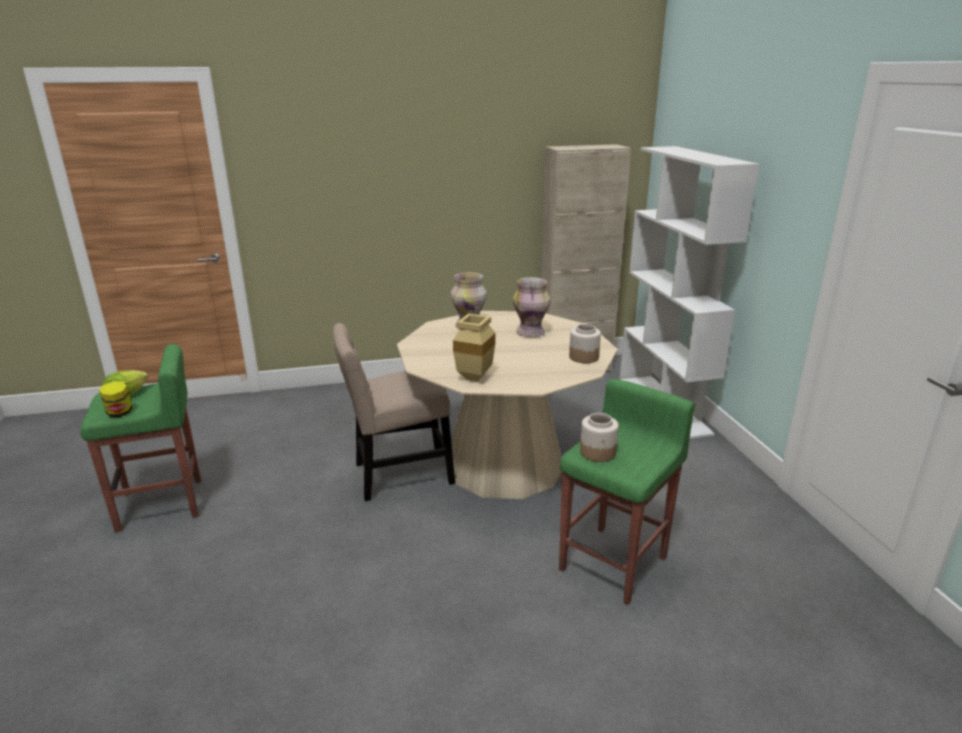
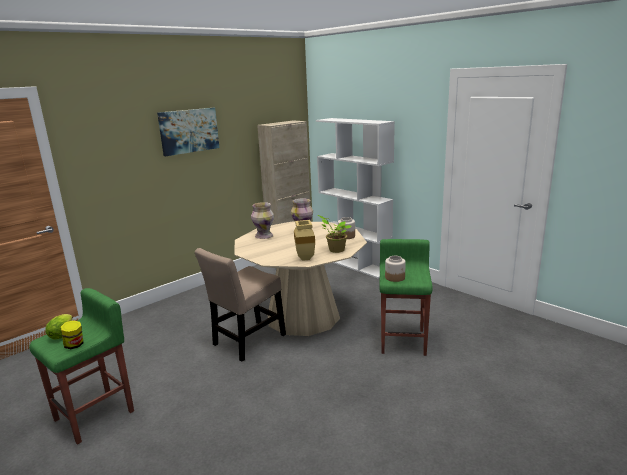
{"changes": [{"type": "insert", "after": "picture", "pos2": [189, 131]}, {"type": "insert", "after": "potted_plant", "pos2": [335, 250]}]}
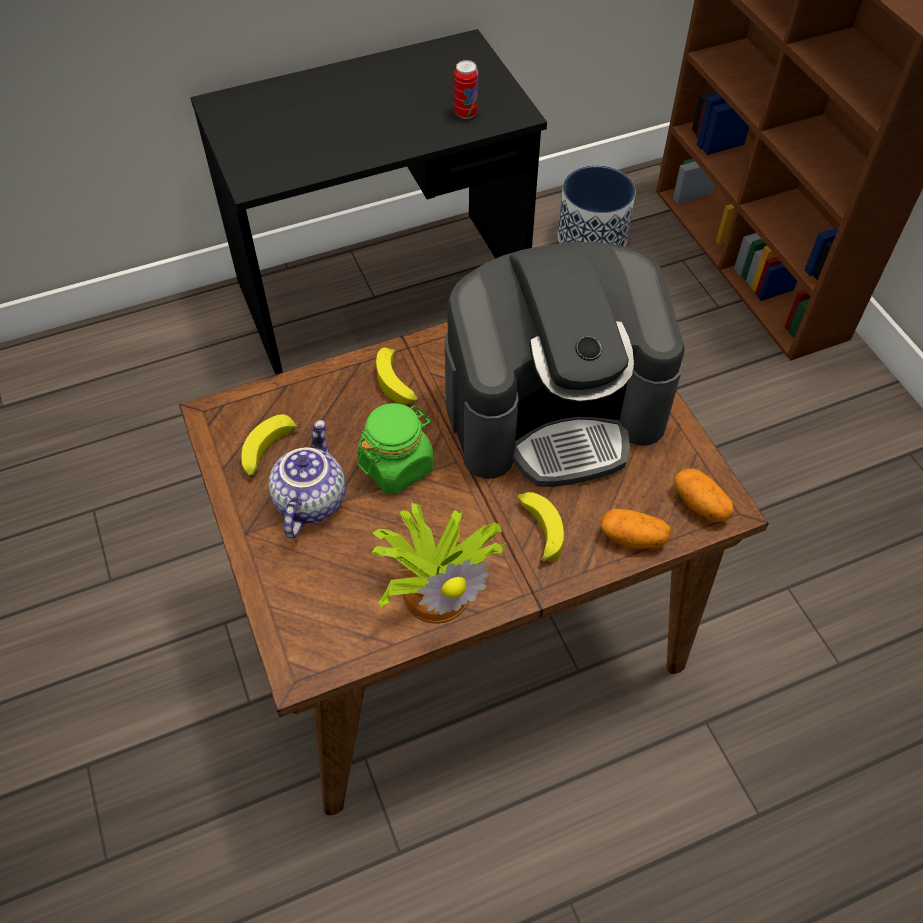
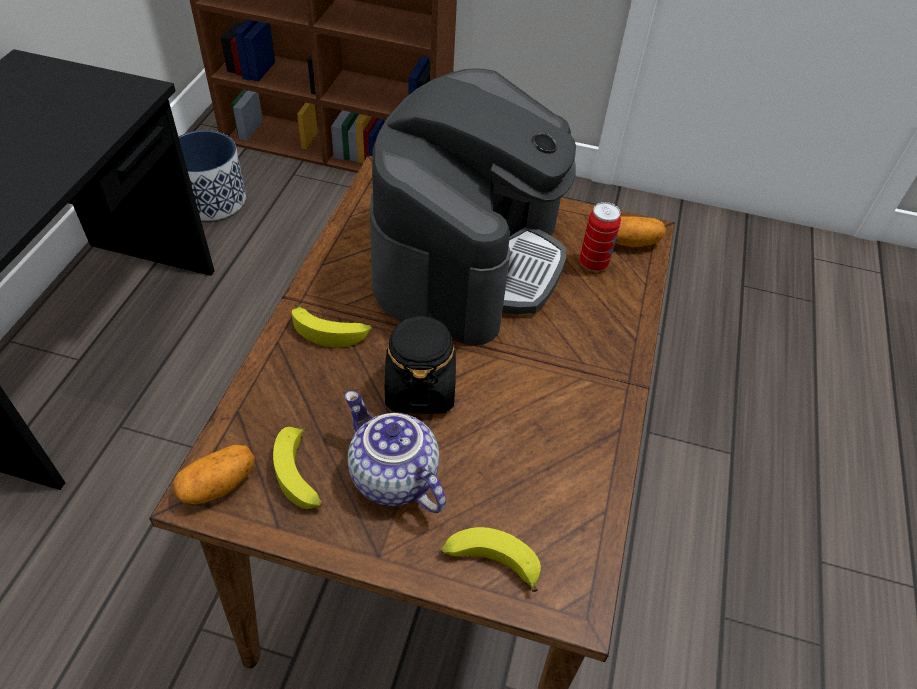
{"changes": [{"type": "recolor", "before": "green_jar", "after": "black_jar", "pos1": [397, 466], "pos2": [420, 388]}, {"type": "delete", "before": "potted_plant", "pos1": [437, 587]}, {"type": "move", "before": "can", "pos1": [466, 113], "pos2": [593, 263]}, {"type": "move", "before": "banana", "pos1": [538, 529], "pos2": [489, 563]}, {"type": "move", "before": "potato", "pos1": [633, 538], "pos2": [219, 484]}]}
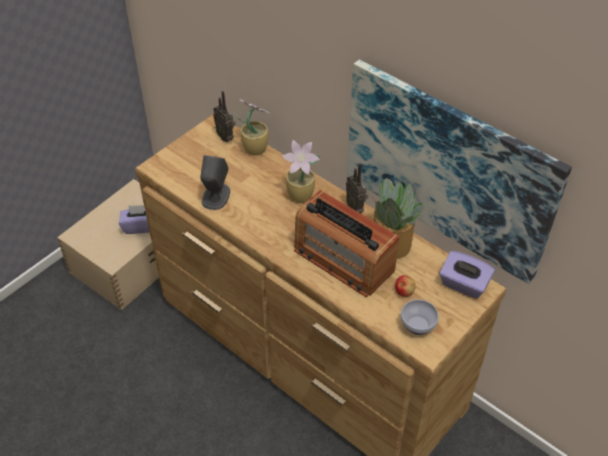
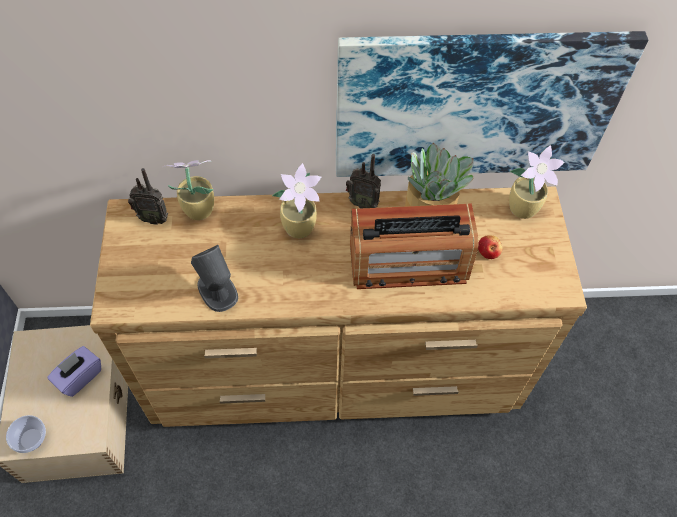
{"changes": [{"type": "move", "before": "bowl", "pos1": [418, 326], "pos2": [32, 439]}, {"type": "replace", "before": "purple_tissue_box", "after": "potted_plant", "pos1": [463, 284], "pos2": [524, 208]}]}
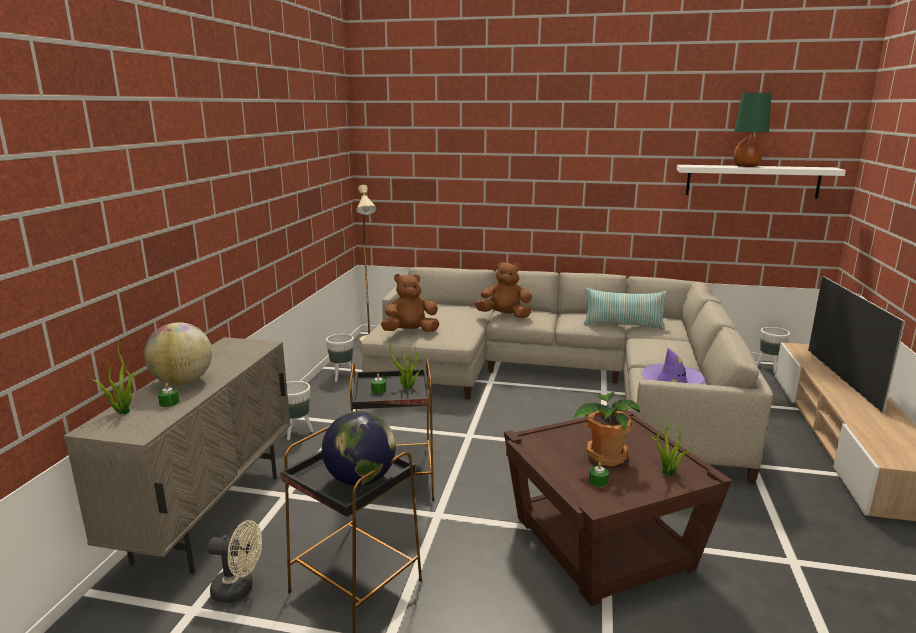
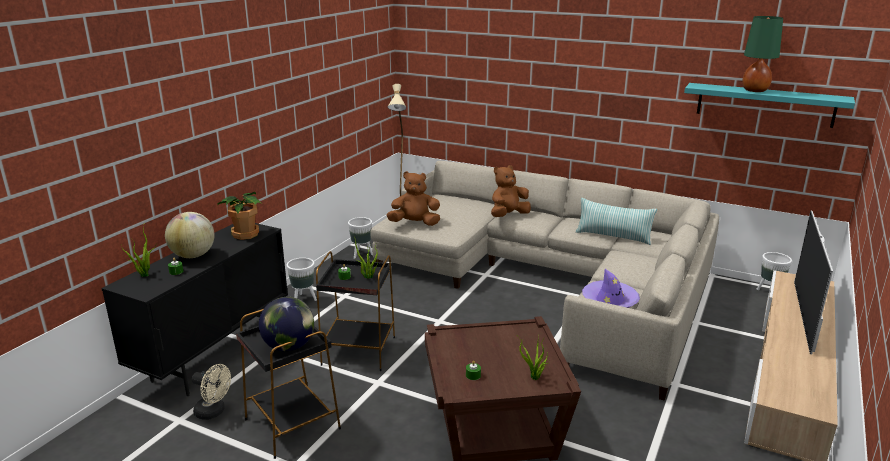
{"changes": [{"type": "recolor", "before": "beige_cabinet", "after": "black_cabinet", "pos1": [211, 516], "pos2": [215, 357]}, {"type": "rotate", "before": "brown_plush_toy", "pos1": [504, 316], "pos2": [508, 215], "turn": -60}, {"type": "move", "before": "potted_plant", "pos1": [604, 456], "pos2": [245, 234]}, {"type": "recolor", "before": "white_shelf", "after": "turquoise_shelf", "pos1": [752, 181], "pos2": [765, 104]}]}
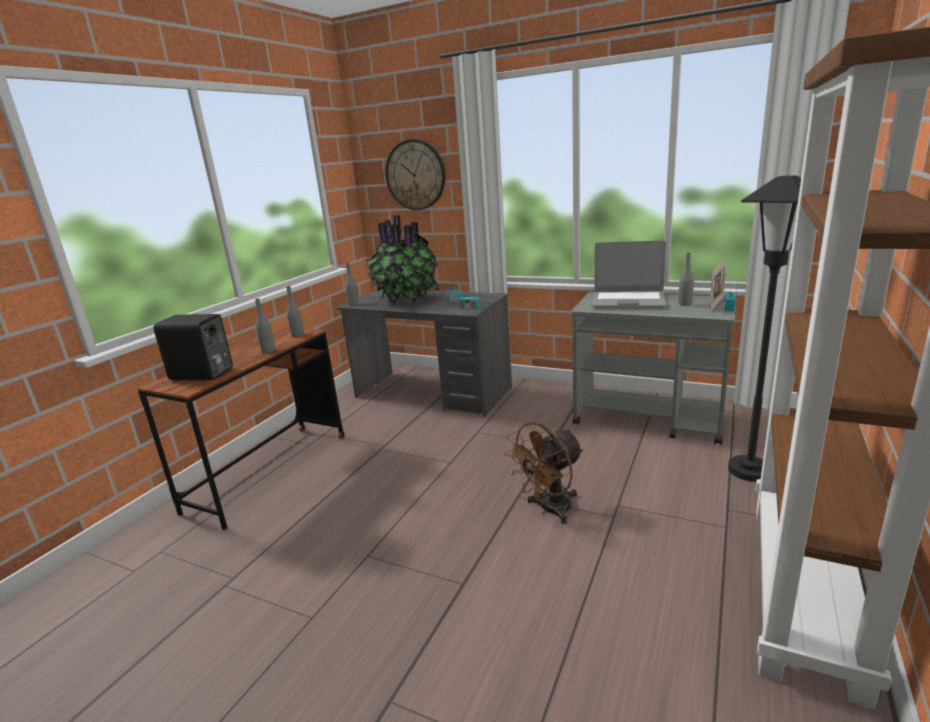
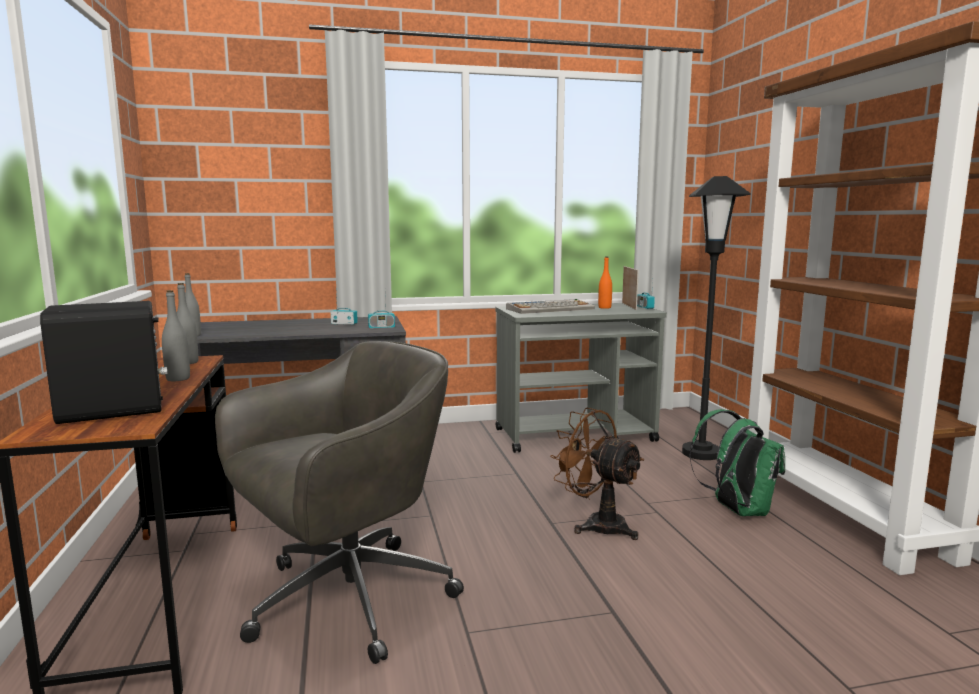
{"changes": [{"type": "delete", "before": "potted_plant", "pos1": [405, 300]}, {"type": "delete", "before": "wall_clock", "pos1": [415, 175]}, {"type": "rotate", "before": "brown_fan", "pos1": [549, 510], "pos2": [597, 524], "turn": 120}, {"type": "replace", "before": "laptop", "after": "keyboard", "pos1": [628, 301], "pos2": [550, 309]}, {"type": "recolor", "before": "grey_bottle", "after": "orange_bottle", "pos1": [685, 304], "pos2": [604, 307]}, {"type": "insert", "after": "grey_office_chair", "pos2": [345, 601]}, {"type": "insert", "after": "green_backpack", "pos2": [736, 510]}]}
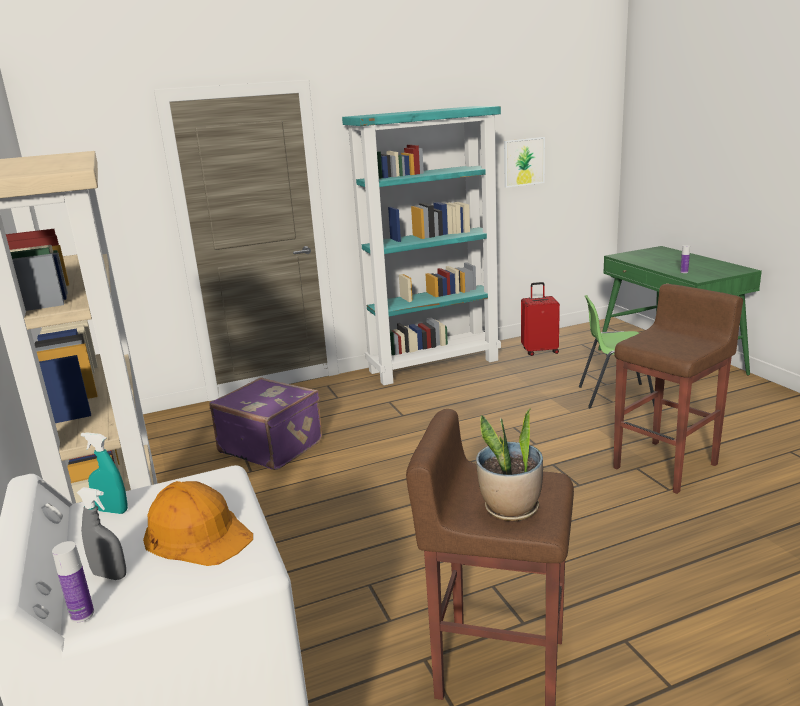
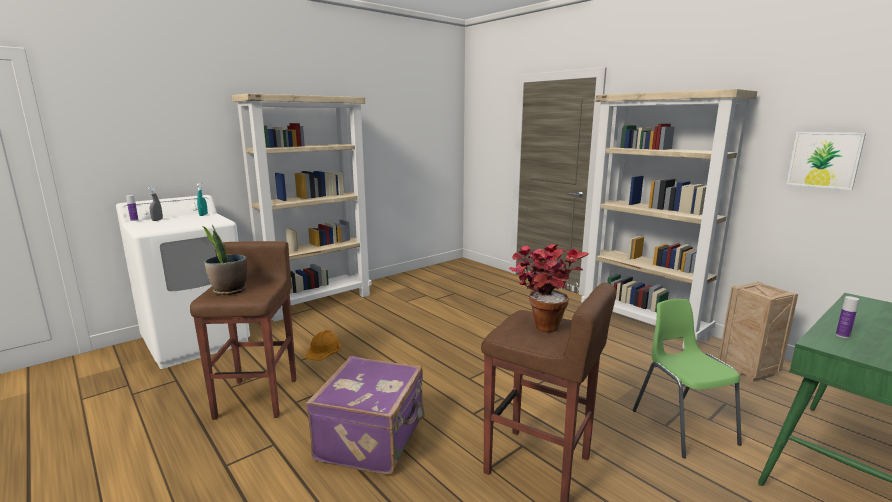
{"changes": [{"type": "move", "before": "orange_hard_hat", "pos1": [197, 533], "pos2": [323, 350]}, {"type": "move", "before": "purple_suitcase", "pos1": [272, 446], "pos2": [373, 439]}, {"type": "recolor", "before": "turquoise_bookcase", "after": "beige_bookcase", "pos1": [434, 365], "pos2": [643, 325]}, {"type": "replace", "before": "red_suitcase", "after": "crate", "pos1": [539, 351], "pos2": [749, 371]}, {"type": "insert", "after": "potted_plant", "pos2": [541, 324]}]}
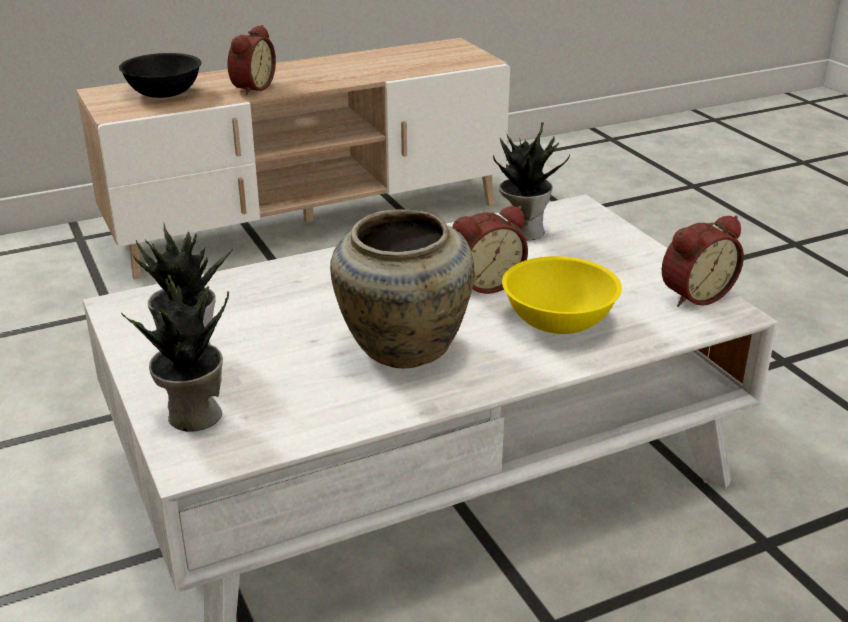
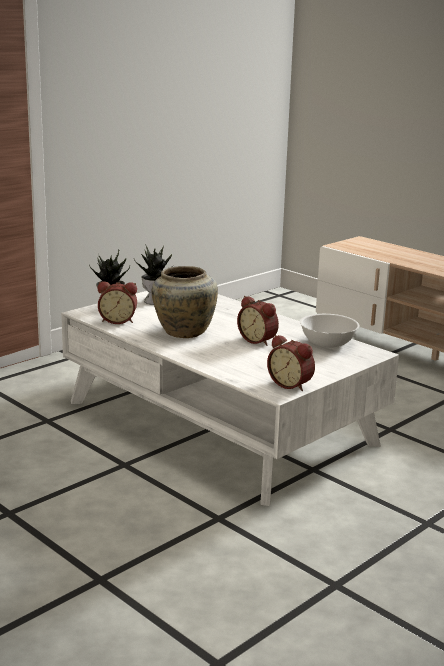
{"changes": [{"type": "delete", "before": "black_bowl", "pos1": [163, 93]}, {"type": "move", "before": "alarm_clock", "pos1": [251, 88], "pos2": [118, 320]}, {"type": "replace", "before": "potted_plant", "after": "white_bowl", "pos1": [523, 231], "pos2": [328, 343]}, {"type": "delete", "before": "yellow_bowl", "pos1": [558, 320]}]}
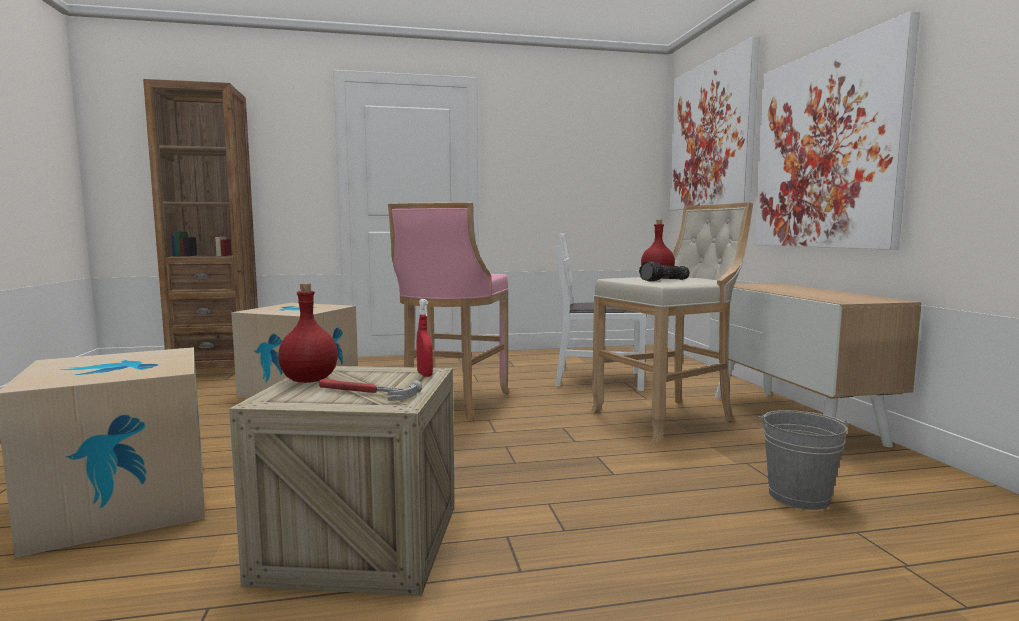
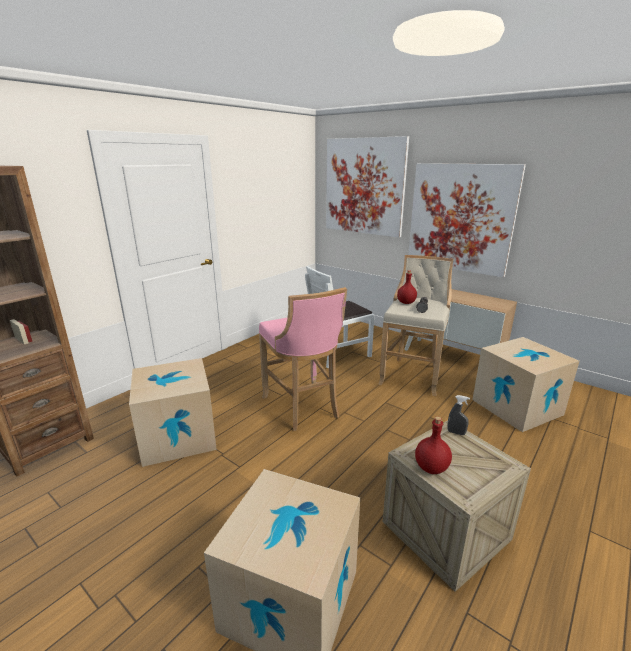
{"changes": [{"type": "delete", "before": "hammer", "pos1": [365, 393]}, {"type": "recolor", "before": "red_spray_bottle", "after": "grey_spray_bottle", "pos1": [424, 374], "pos2": [456, 433]}, {"type": "replace", "before": "grey_bucket", "after": "cardboard_box", "pos1": [799, 496], "pos2": [516, 407]}]}
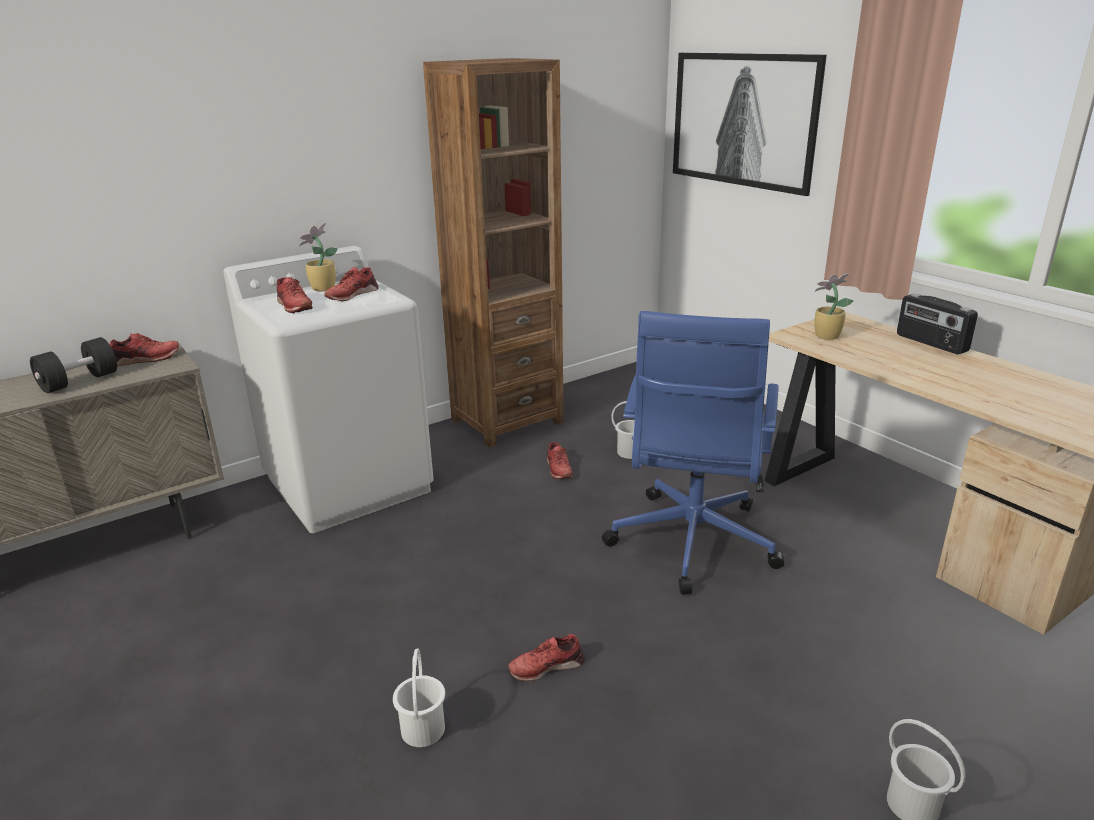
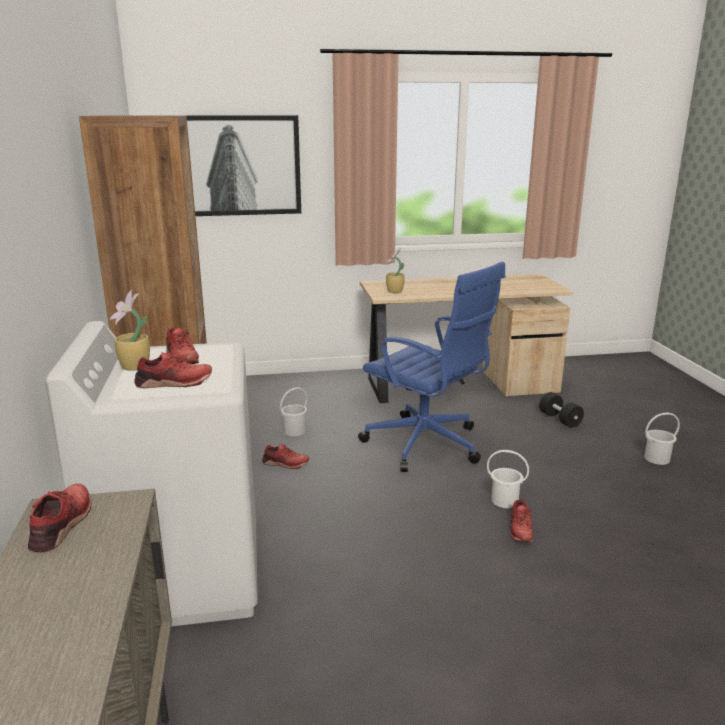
{"changes": [{"type": "move", "before": "black_dumbbell", "pos1": [79, 382], "pos2": [559, 419]}, {"type": "move", "before": "white_bucket", "pos1": [422, 729], "pos2": [505, 501]}, {"type": "delete", "before": "radio", "pos1": [930, 343]}]}
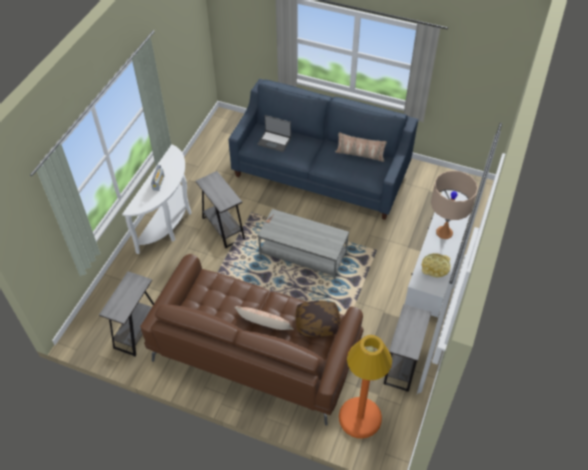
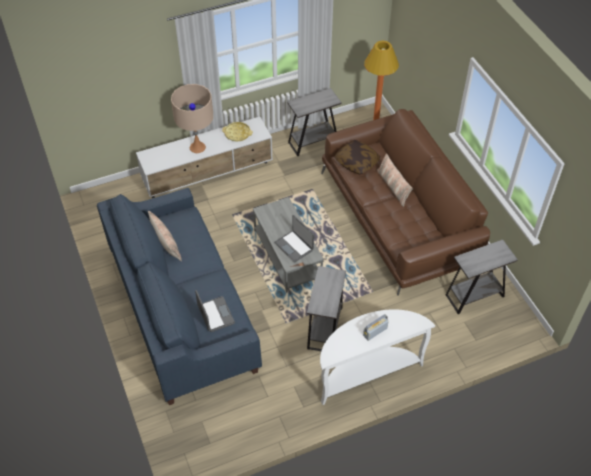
{"changes": [{"type": "insert", "after": "laptop", "pos2": [294, 246]}]}
